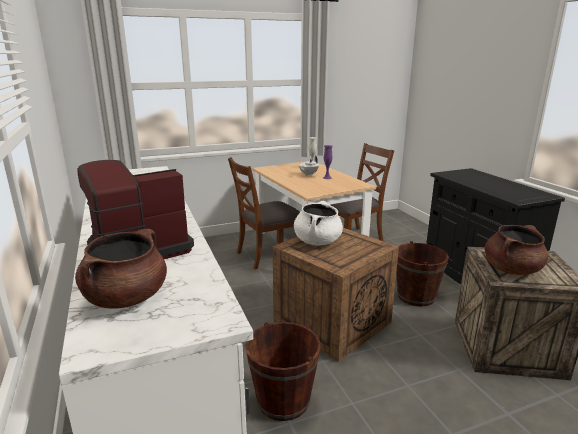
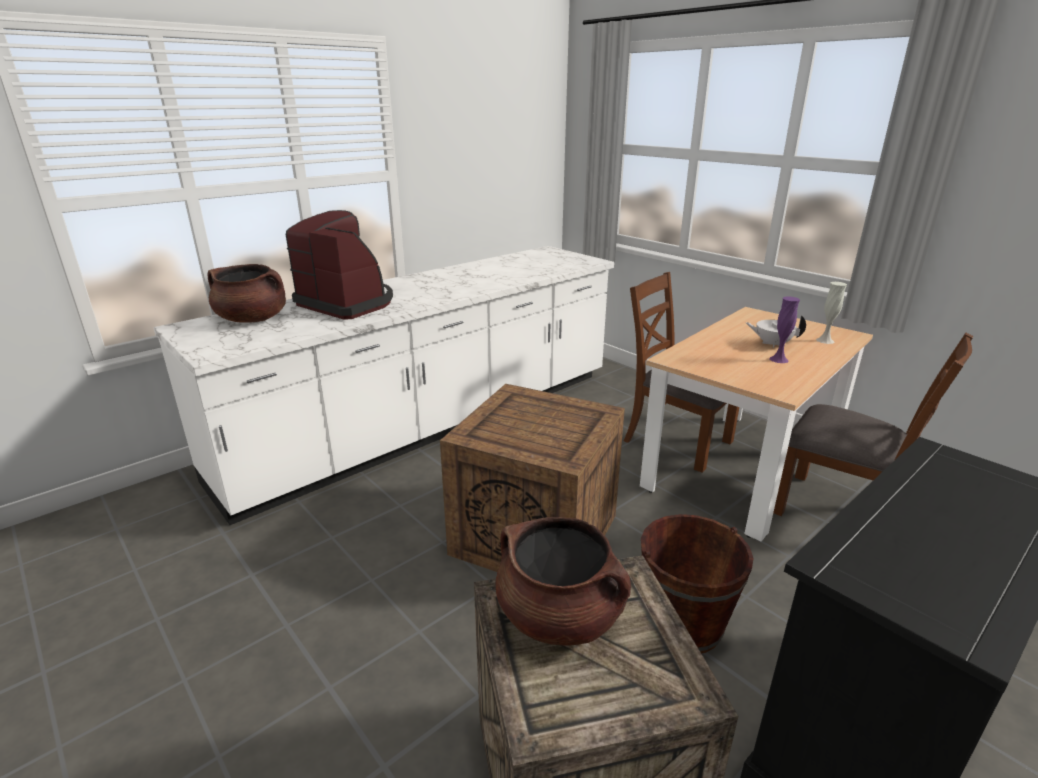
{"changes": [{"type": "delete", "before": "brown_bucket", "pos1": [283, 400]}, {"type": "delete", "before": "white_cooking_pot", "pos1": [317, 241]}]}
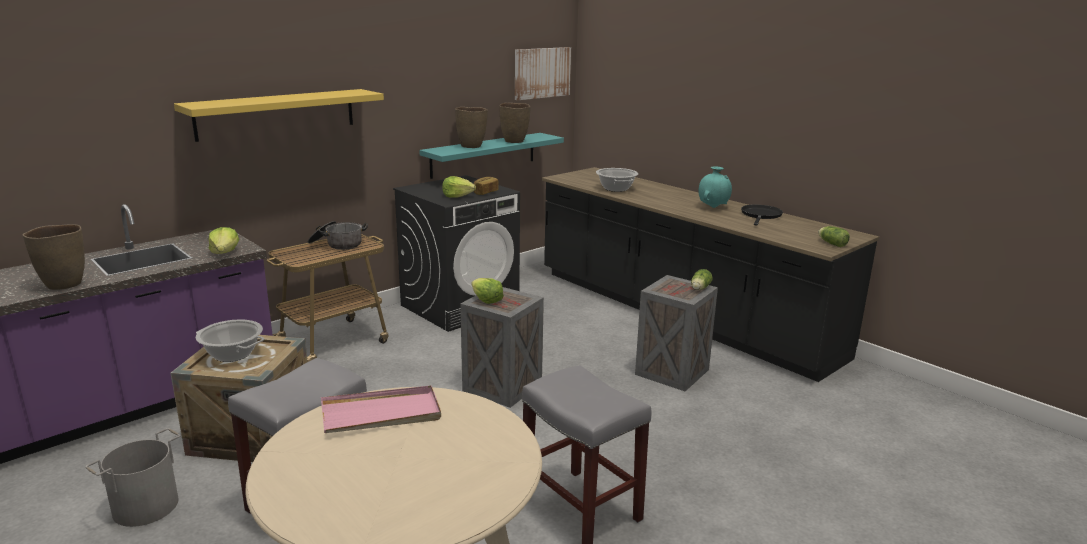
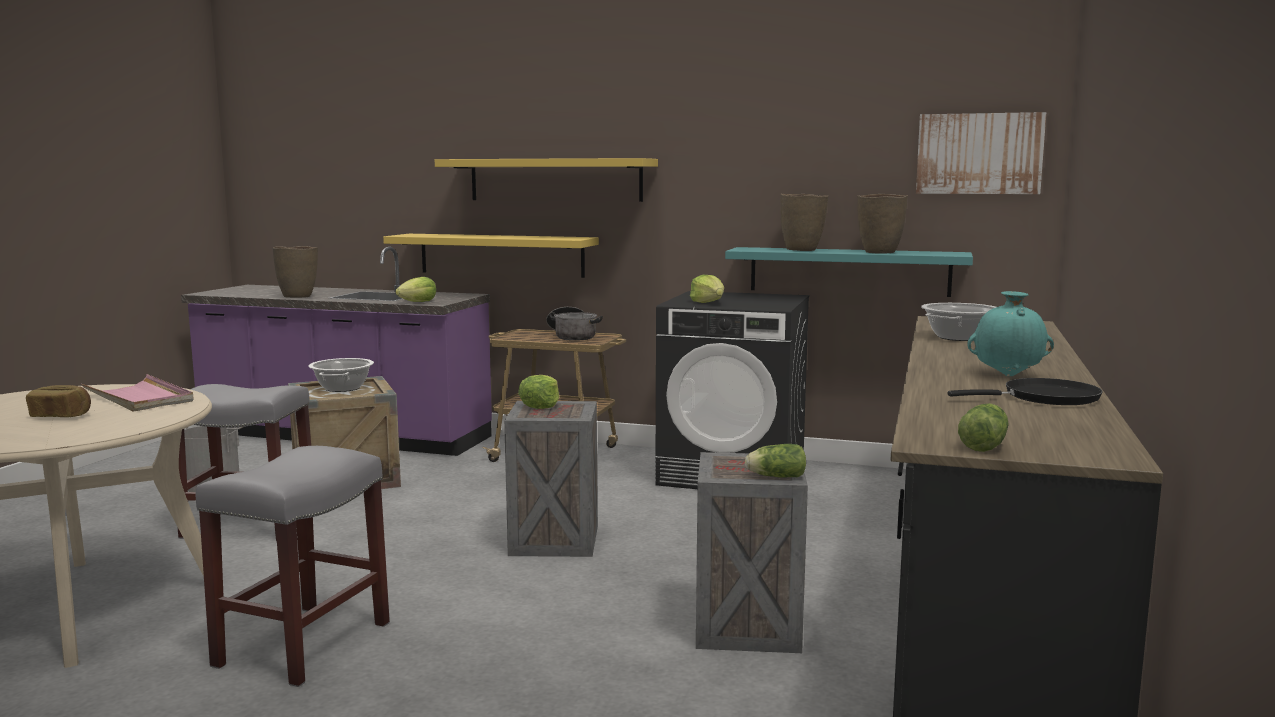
{"changes": [{"type": "move", "before": "bread", "pos1": [485, 192], "pos2": [61, 416]}, {"type": "insert", "after": "yellow_shelf", "pos2": [501, 255]}]}
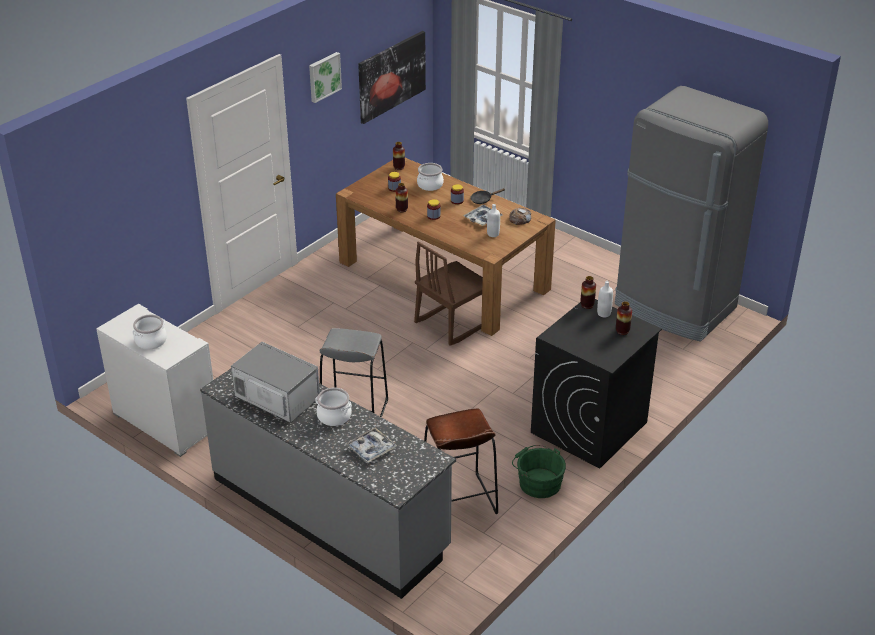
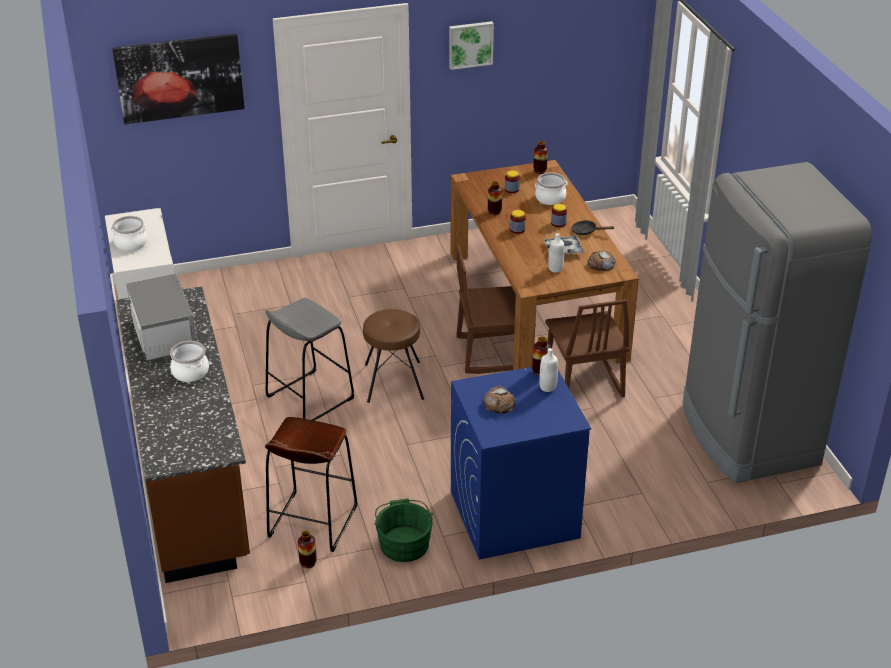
{"changes": [{"type": "recolor", "before": "grey_counter", "after": "brown_counter", "pos1": [330, 513], "pos2": [191, 476]}, {"type": "delete", "before": "tray", "pos1": [371, 449]}, {"type": "move", "before": "picture", "pos1": [391, 76], "pos2": [179, 78]}, {"type": "recolor", "before": "black_washing_machine", "after": "blue_washing_machine", "pos1": [588, 428], "pos2": [513, 514]}, {"type": "move", "before": "vase", "pos1": [622, 331], "pos2": [308, 563]}, {"type": "insert", "after": "brown_stool", "pos2": [393, 381]}, {"type": "insert", "after": "bread", "pos2": [499, 403]}, {"type": "insert", "after": "brown_chair", "pos2": [583, 382]}]}
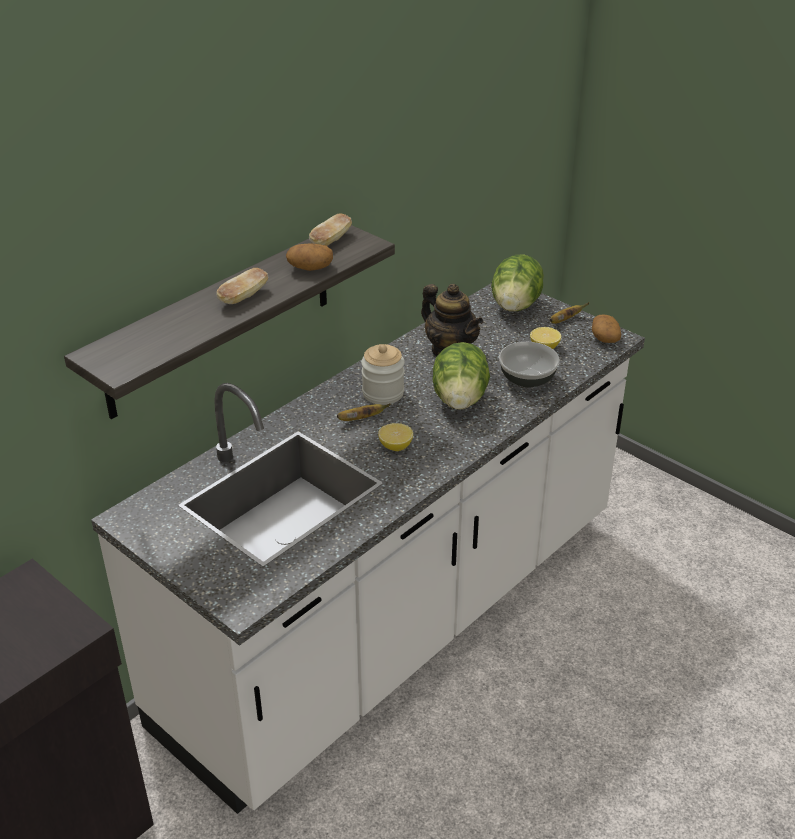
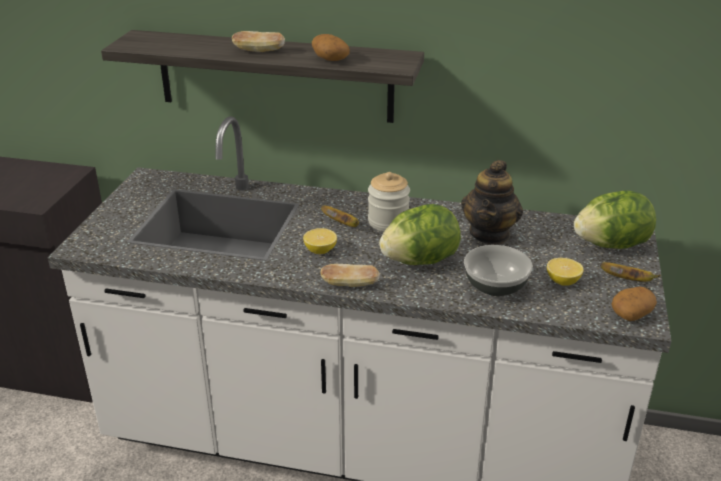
{"changes": [{"type": "move", "before": "bread", "pos1": [331, 241], "pos2": [350, 285]}]}
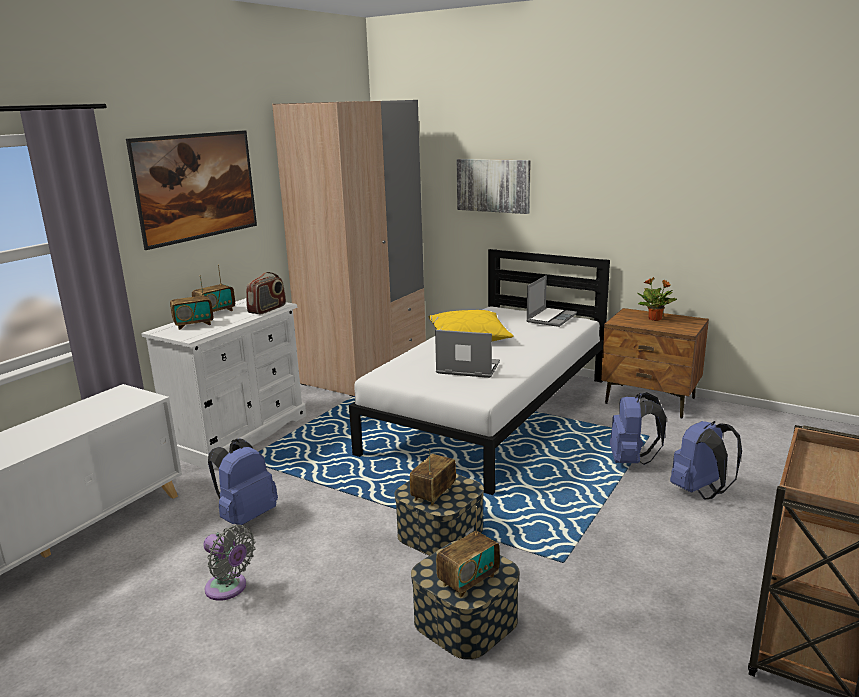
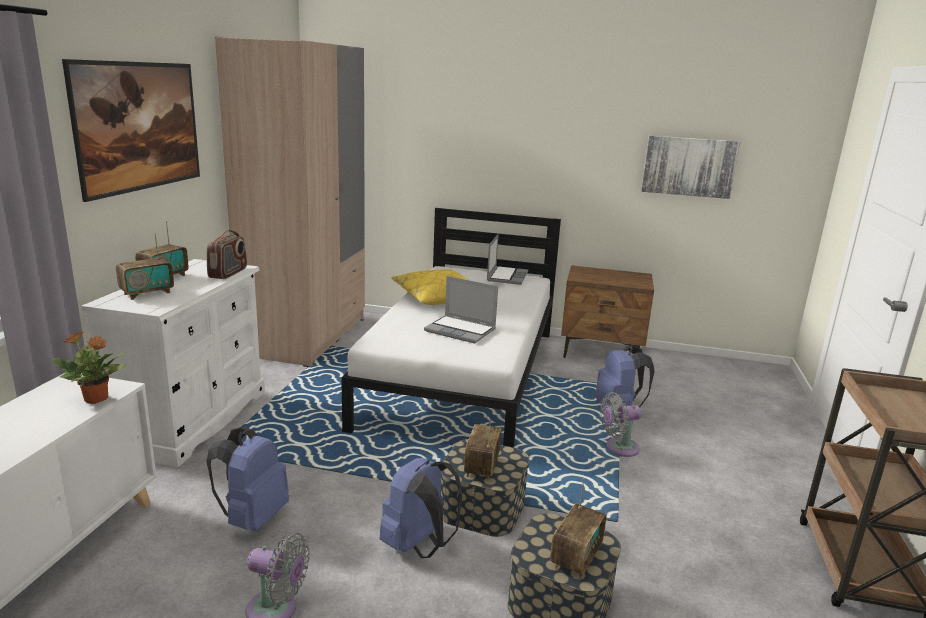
{"changes": [{"type": "rotate", "before": "laptop", "pos1": [467, 368], "pos2": [461, 330], "turn": -150}, {"type": "move", "before": "picture", "pos1": [493, 185], "pos2": [689, 166]}, {"type": "move", "before": "potted_plant", "pos1": [655, 319], "pos2": [96, 399]}, {"type": "move", "before": "blue_backpack", "pos1": [700, 491], "pos2": [419, 545]}, {"type": "insert", "after": "grey_fan", "pos2": [618, 448]}]}
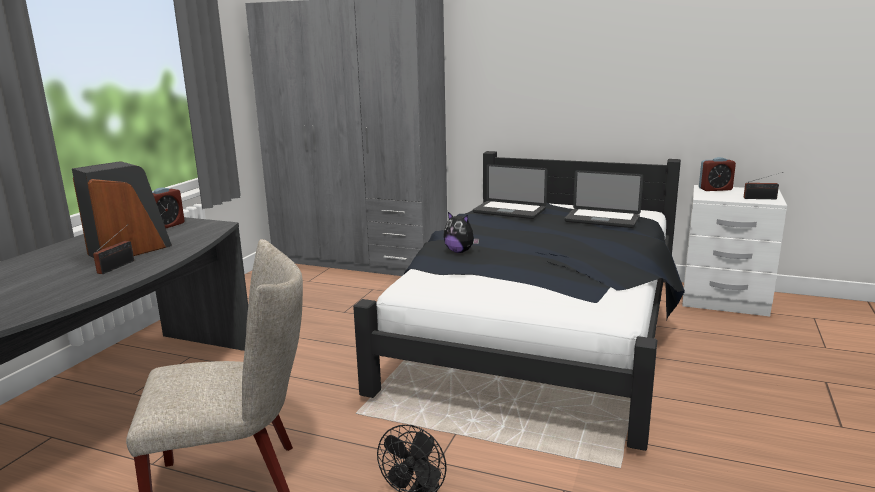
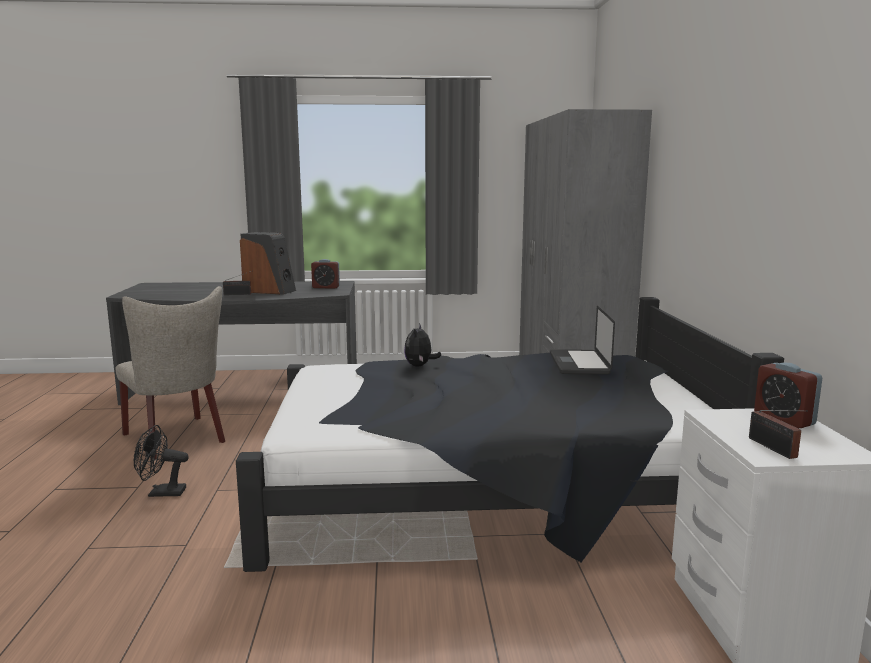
{"changes": [{"type": "delete", "before": "laptop", "pos1": [602, 219]}]}
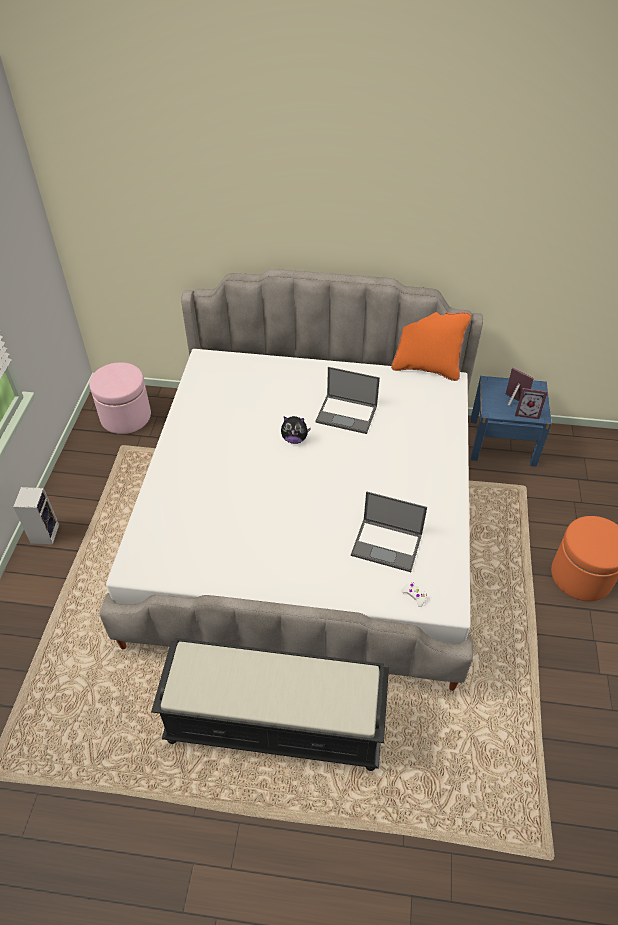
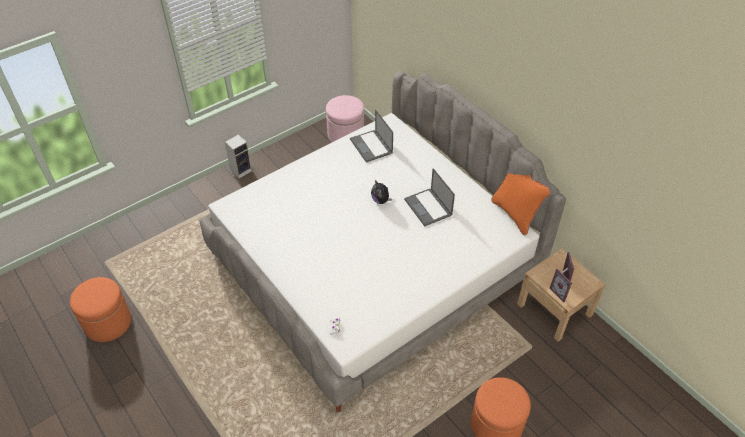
{"changes": [{"type": "delete", "before": "black_bench", "pos1": [276, 722]}, {"type": "move", "before": "laptop", "pos1": [387, 544], "pos2": [371, 146]}, {"type": "recolor", "before": "blue_nightstand", "after": "beige_nightstand", "pos1": [502, 442], "pos2": [554, 309]}, {"type": "insert", "after": "orange_ottoman", "pos2": [108, 322]}]}
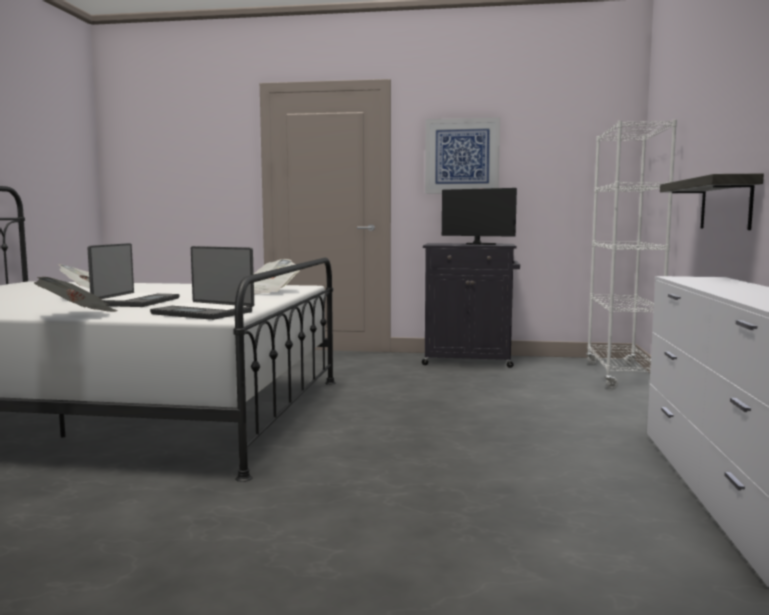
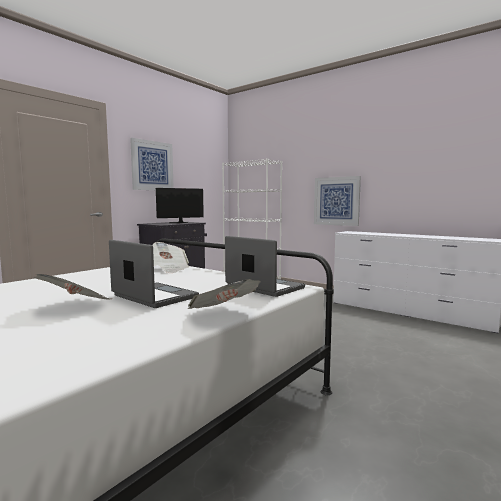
{"changes": [{"type": "rotate", "before": "laptop", "pos1": [204, 313], "pos2": [263, 287], "turn": -105}, {"type": "replace", "before": "shelf", "after": "picture", "pos1": [725, 204], "pos2": [336, 201]}]}
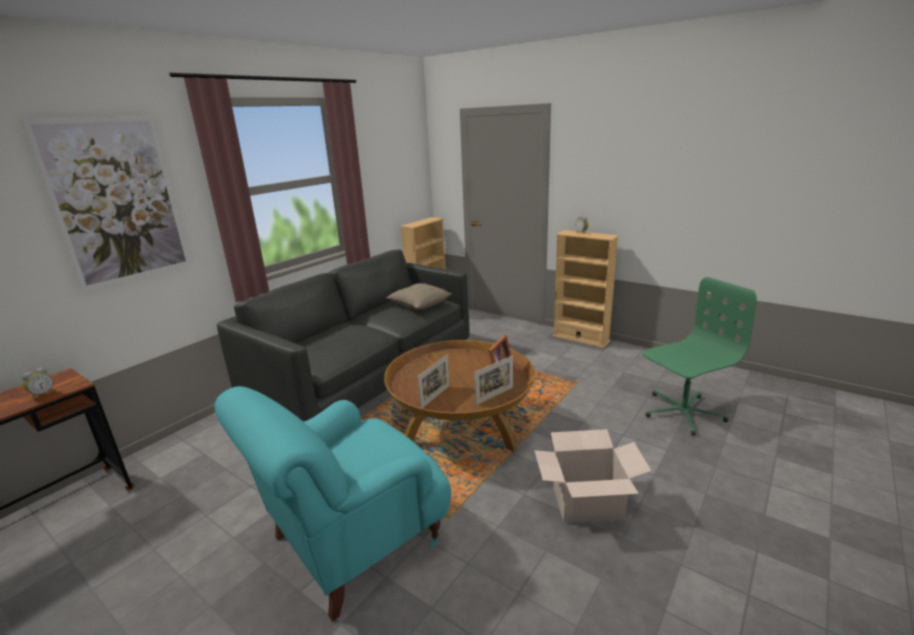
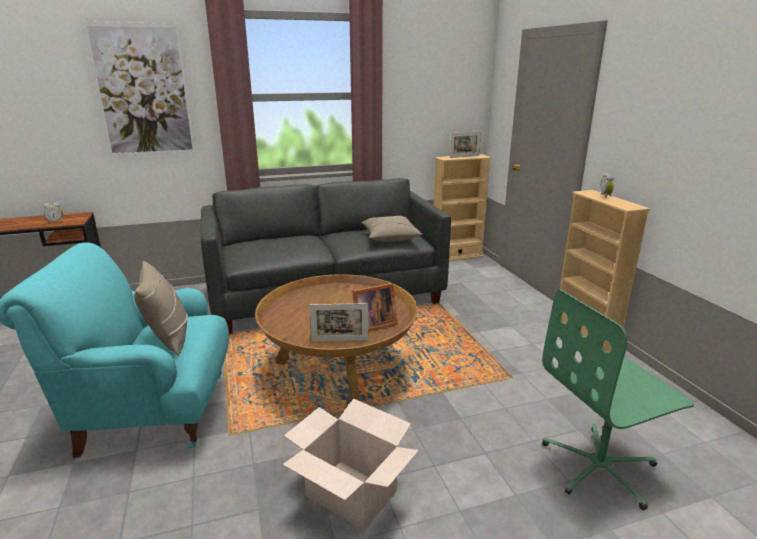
{"changes": [{"type": "move", "before": "picture_frame", "pos1": [435, 397], "pos2": [464, 157]}, {"type": "rotate", "before": "green_office_chair", "pos1": [682, 412], "pos2": [600, 467], "turn": 150}, {"type": "insert", "after": "beige_pillow", "pos2": [168, 337]}]}
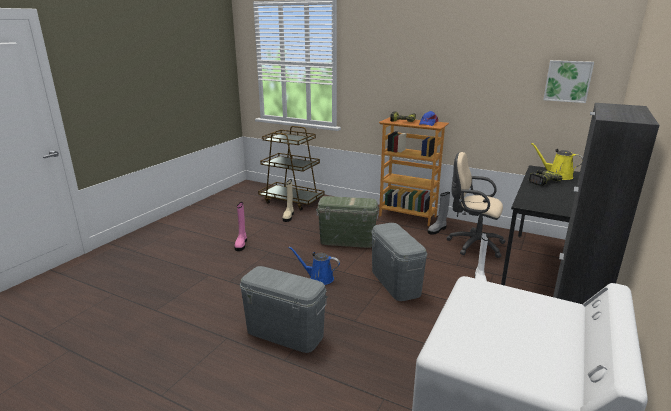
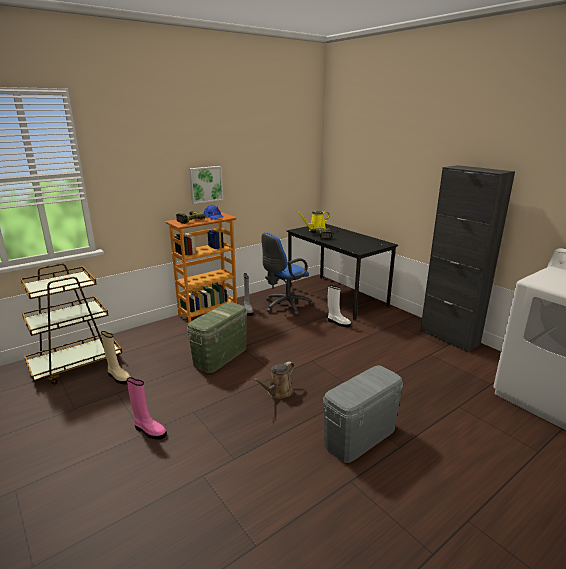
{"changes": [{"type": "recolor", "before": "blue_watering_can", "after": "brown_watering_can", "pos1": [318, 278], "pos2": [278, 392]}, {"type": "delete", "before": "grey_storage_box", "pos1": [395, 282]}, {"type": "recolor", "before": "beige_office_chair", "after": "blue_office_chair", "pos1": [472, 244], "pos2": [285, 306]}, {"type": "move", "before": "picture", "pos1": [568, 81], "pos2": [205, 184]}]}
